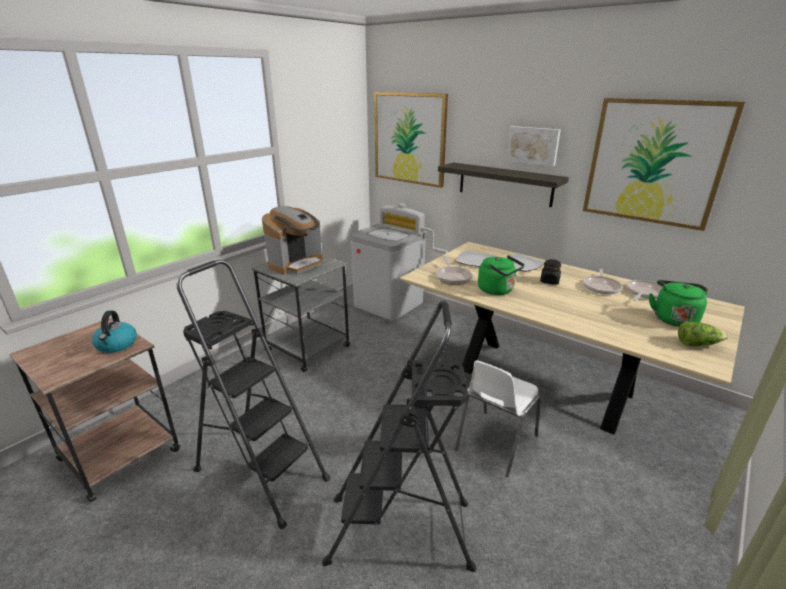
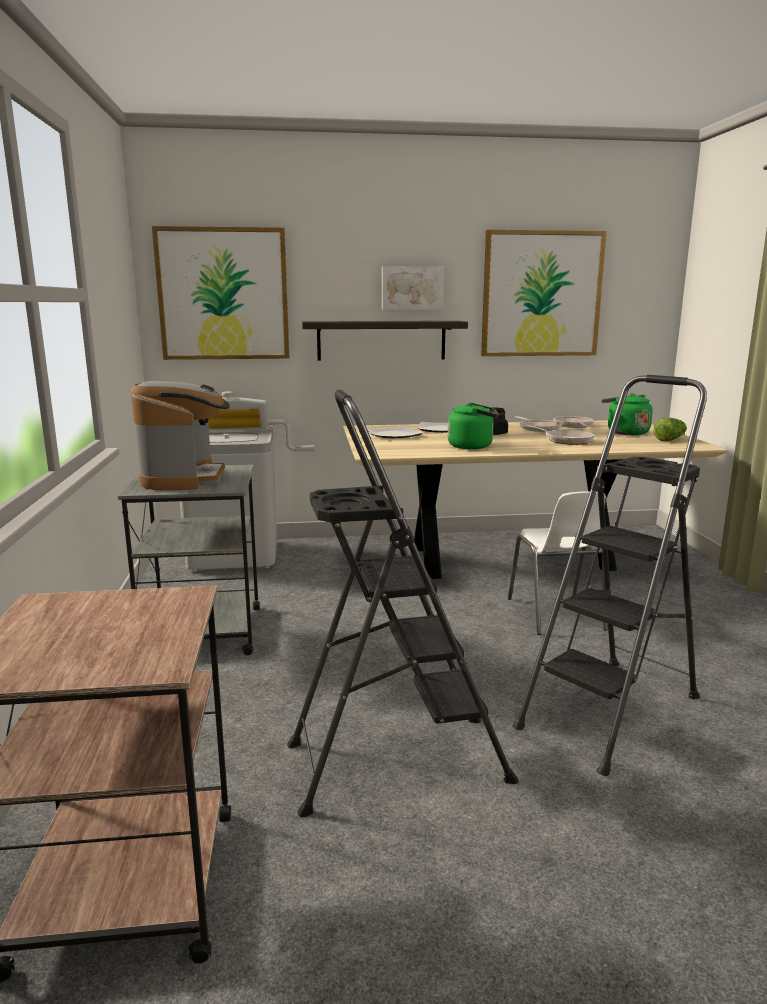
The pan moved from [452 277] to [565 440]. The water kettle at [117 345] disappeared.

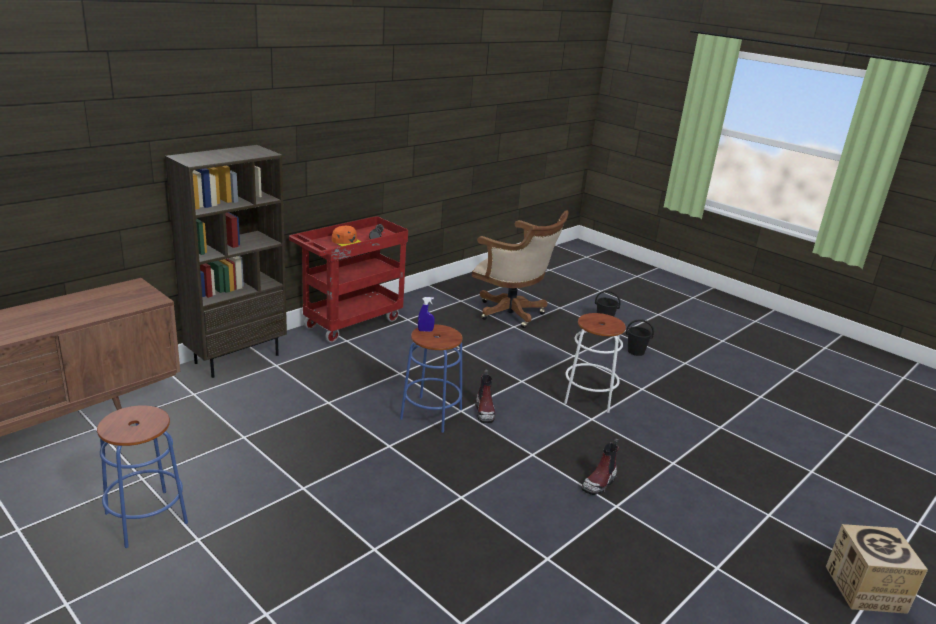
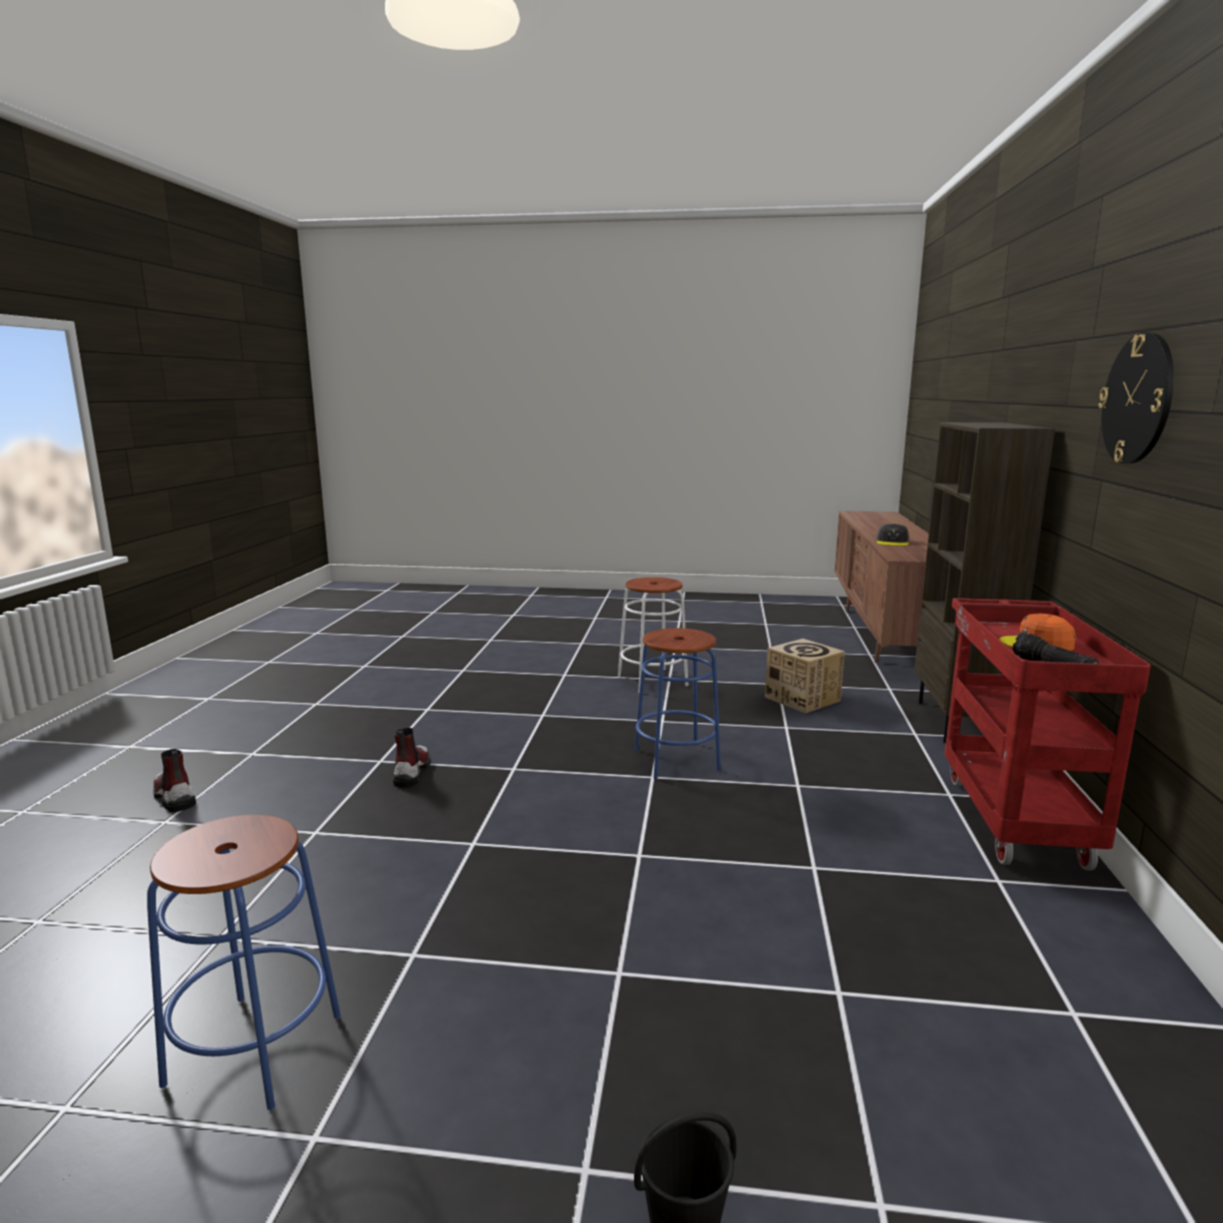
The sitting stool (bluish) moved from [146 518] to [254 1048]. The high-top boot moved from [485 412] to [173 797]. The sitting stool (white-coloured) moved from [588 397] to [652 680]. The packing box moved from [865 589] to [802 699]. The cap (grey) at [892 542] appeared. The clock on the wall at [1138 399] appeared. The hand sprayer (bluish) at [425 330] disappeared. The desk chair at [513 314] disappeared. The pail (black) at [636 351] disappeared.

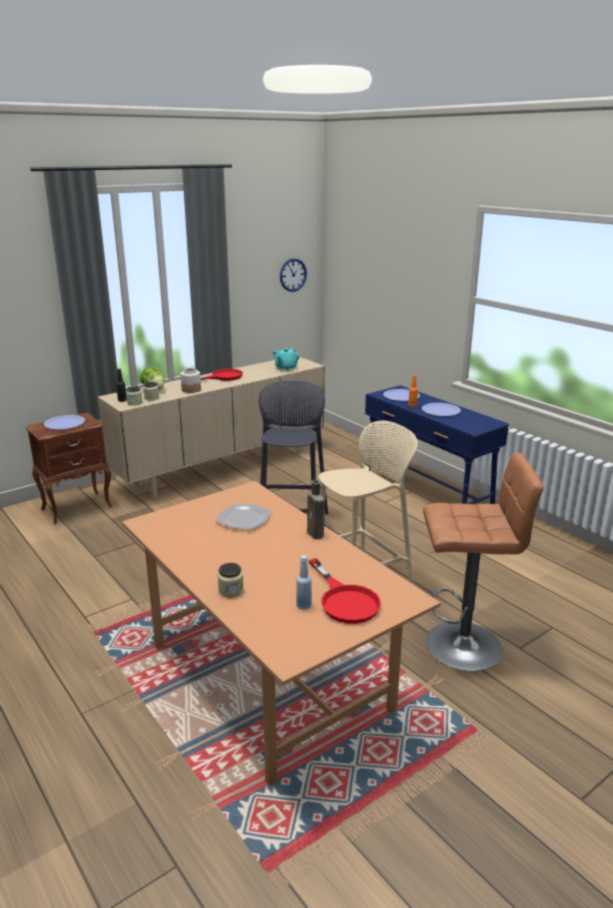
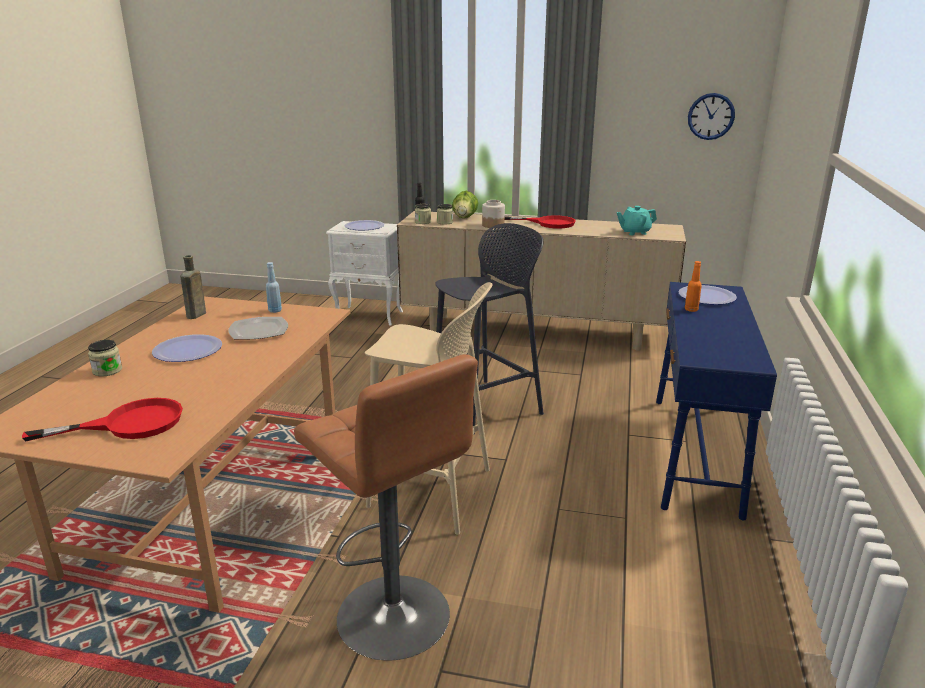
The pan (red-coloured) at [345 600] turned 135 degrees counterclockwise. The flat dish moved from [441 411] to [187 350]. The drink bottle (brownish) moved from [316 534] to [195 315]. The drink bottle (bluish) moved from [303 605] to [275 310]. The nightstand (brownish) at [77 508] became the nightstand (white-coloured) at [369 316].

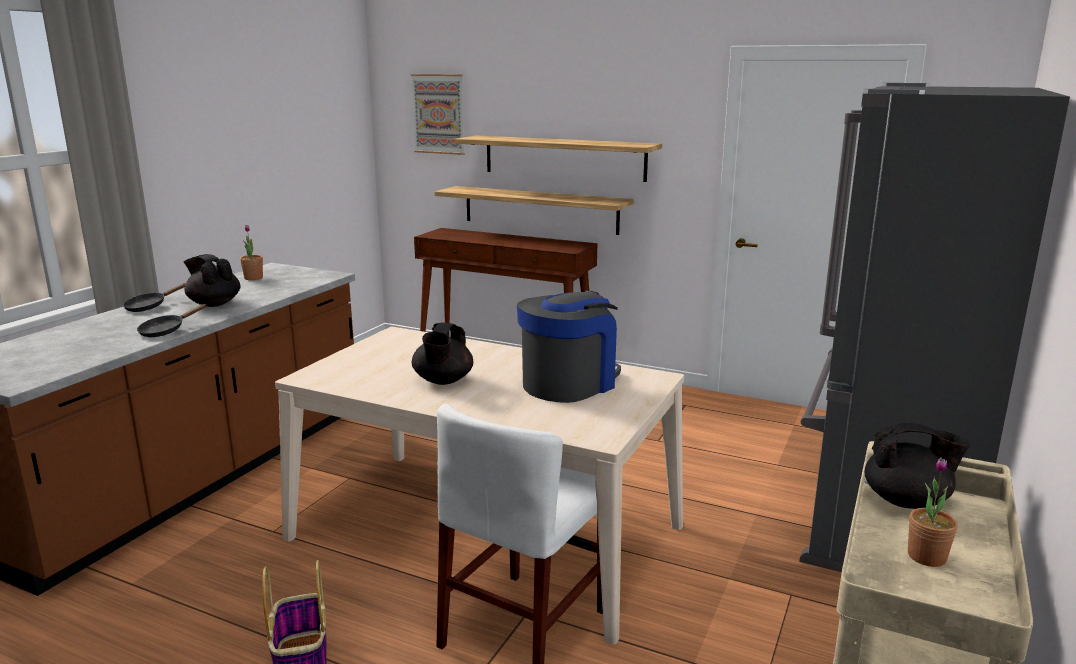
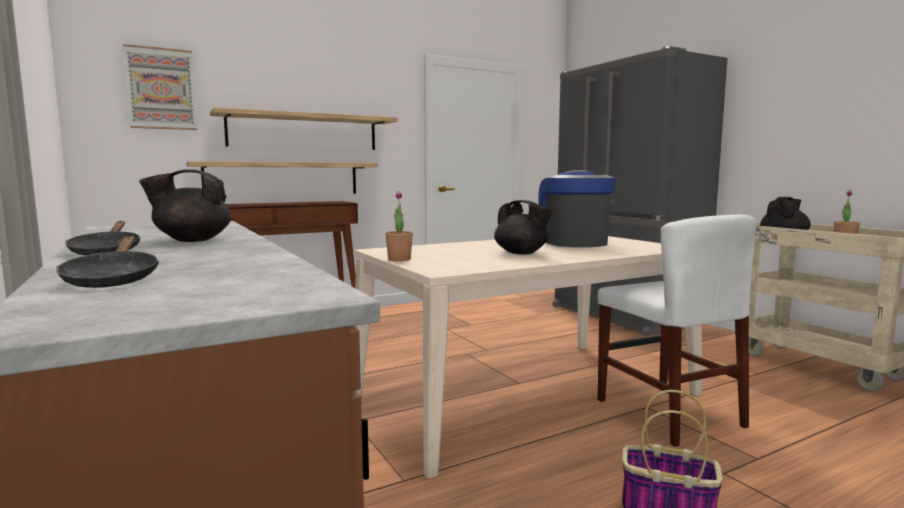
The pan (black) moved from [166 331] to [113 279]. The plant in a pot moved from [253 278] to [399 259].

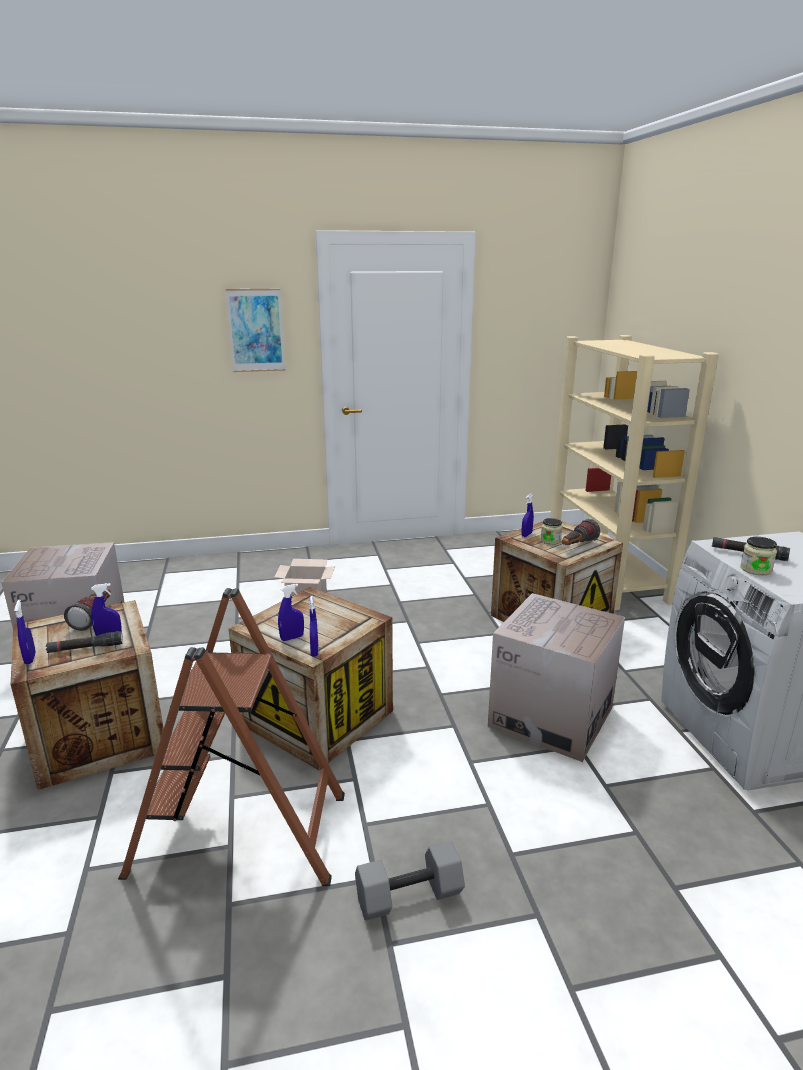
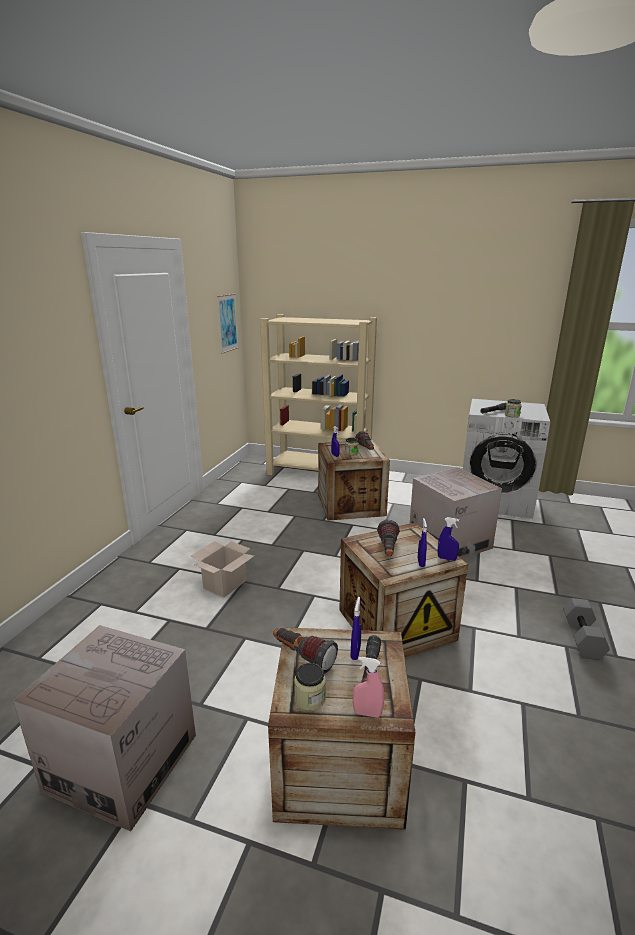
The wall art moved from [256 330] to [227 323]. The storage jar at [310 698] appeared. The hand sprayer (bluish) at [30 658] became the hand sprayer (pinkish) at [367 713]. The hand torch at [388 550] appeared. The step stool (brownish) at [242 833] disappeared.

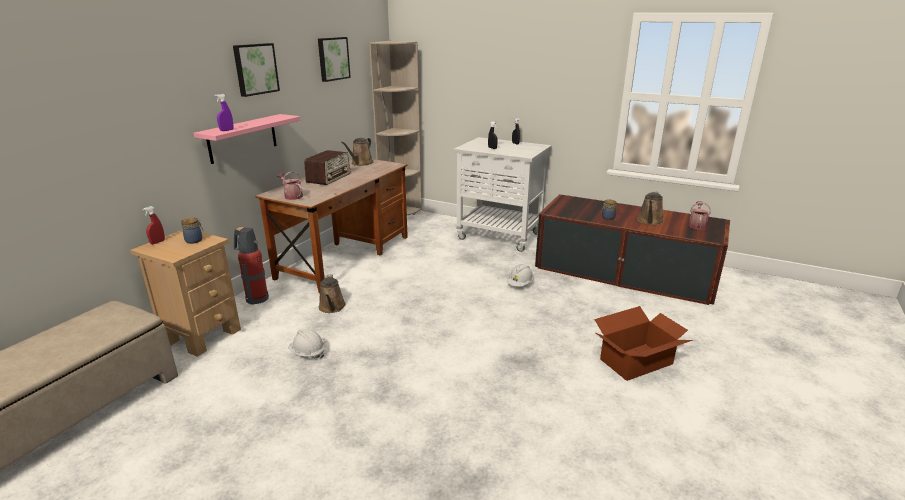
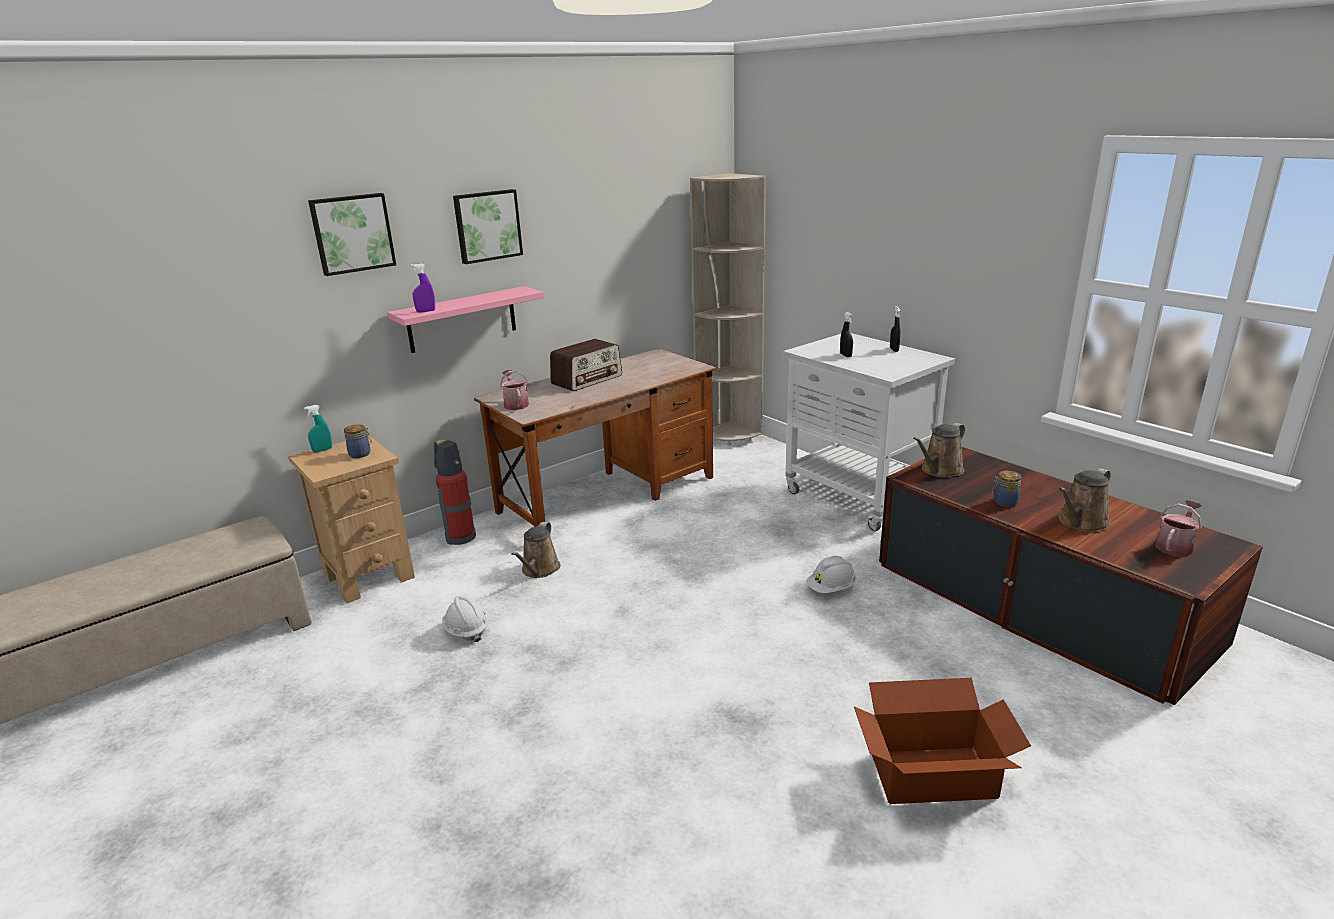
The hand sprayer (red-coloured) at [157 242] became the hand sprayer (turquoise-coloured) at [322 450]. The wall art moved from [332 58] to [352 233]. The watering can (brownish) moved from [361 163] to [940 470].

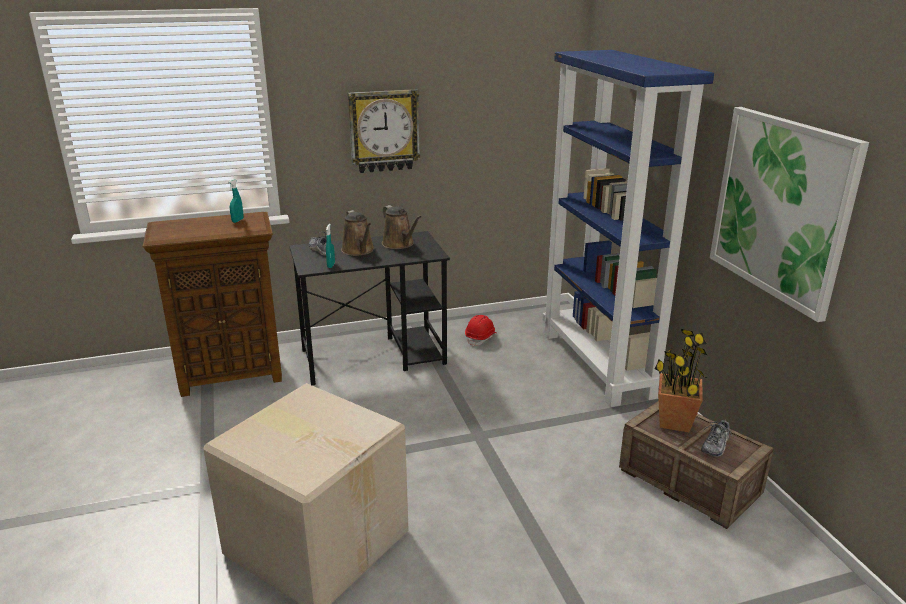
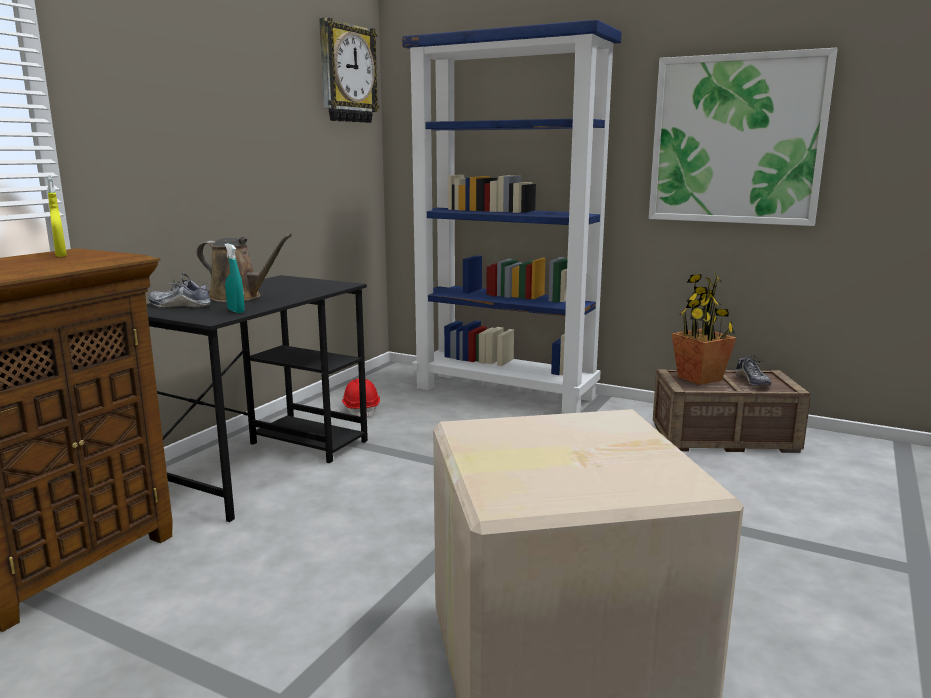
The hand sprayer (turquoise-coloured) at [237 220] became the hand sprayer (yellow-coloured) at [61 255]. The clock on the wall moved from [384 131] to [346 74]. The watering can (brownish) at [399 244] disappeared.

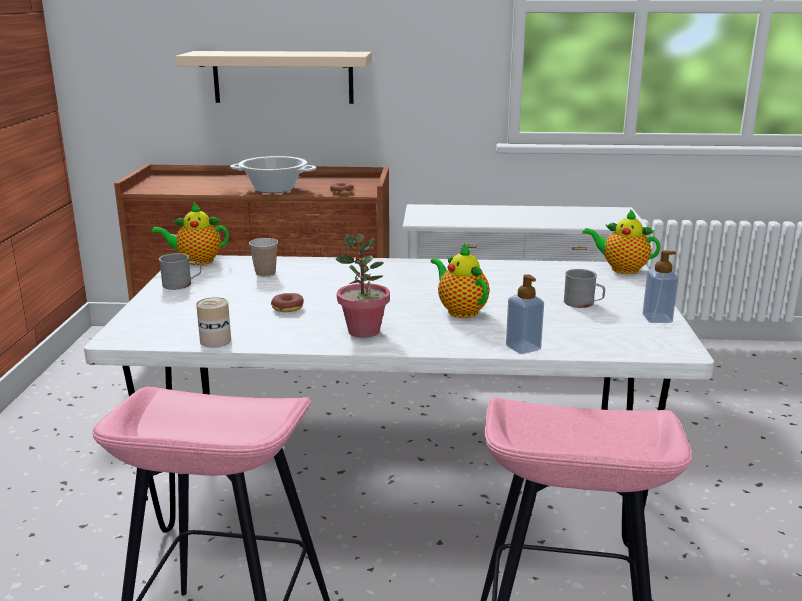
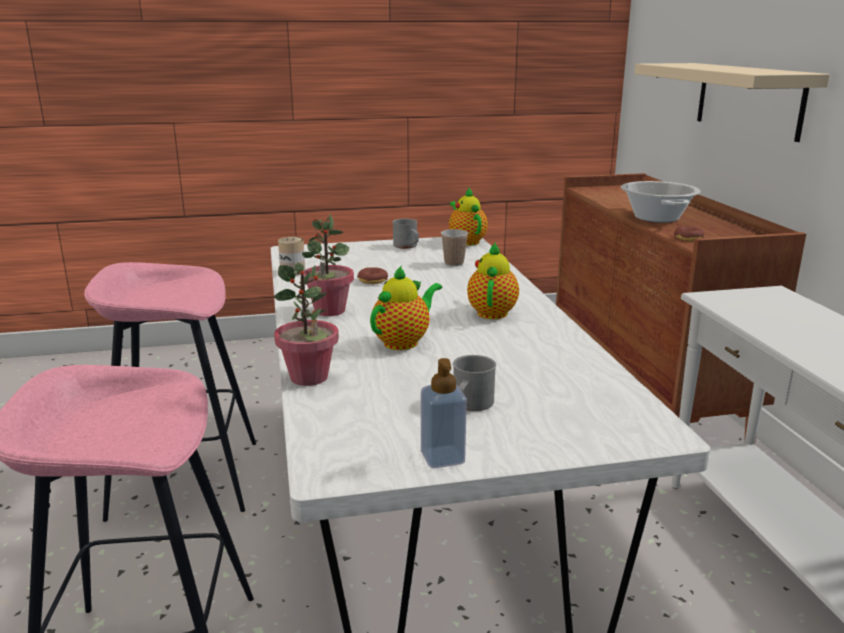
The soap dispenser at [523 348] was replaced by the plant in a pot at [309 377]. The tea pot moved from [621 269] to [492 312].

